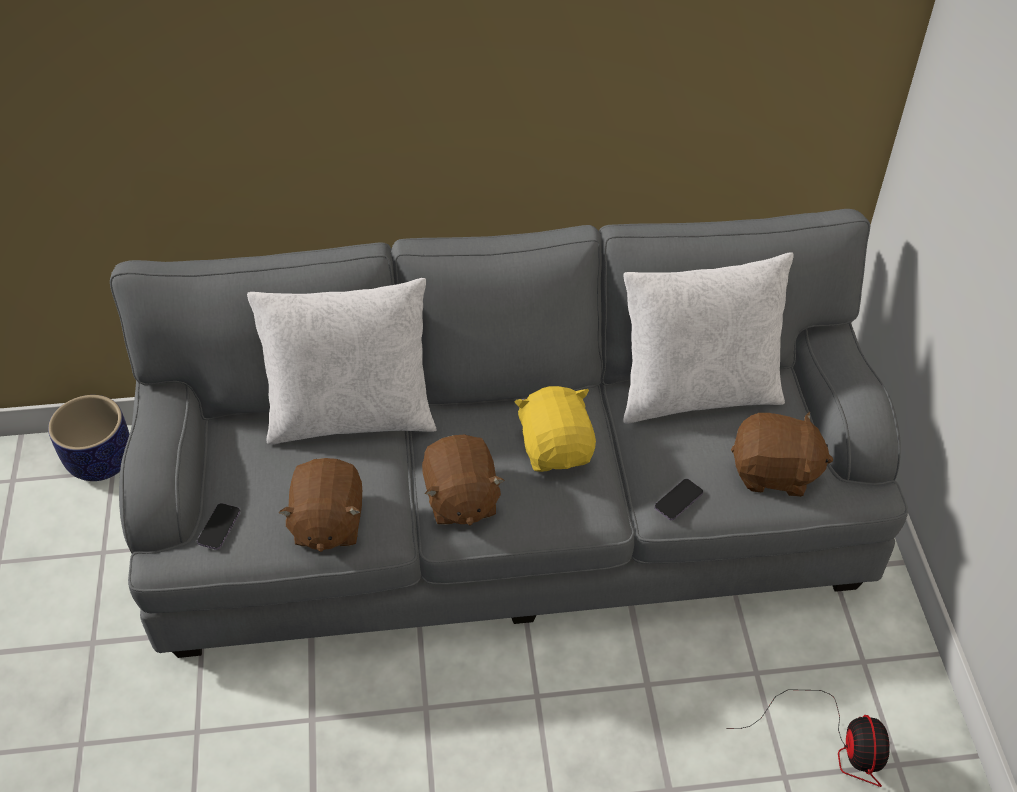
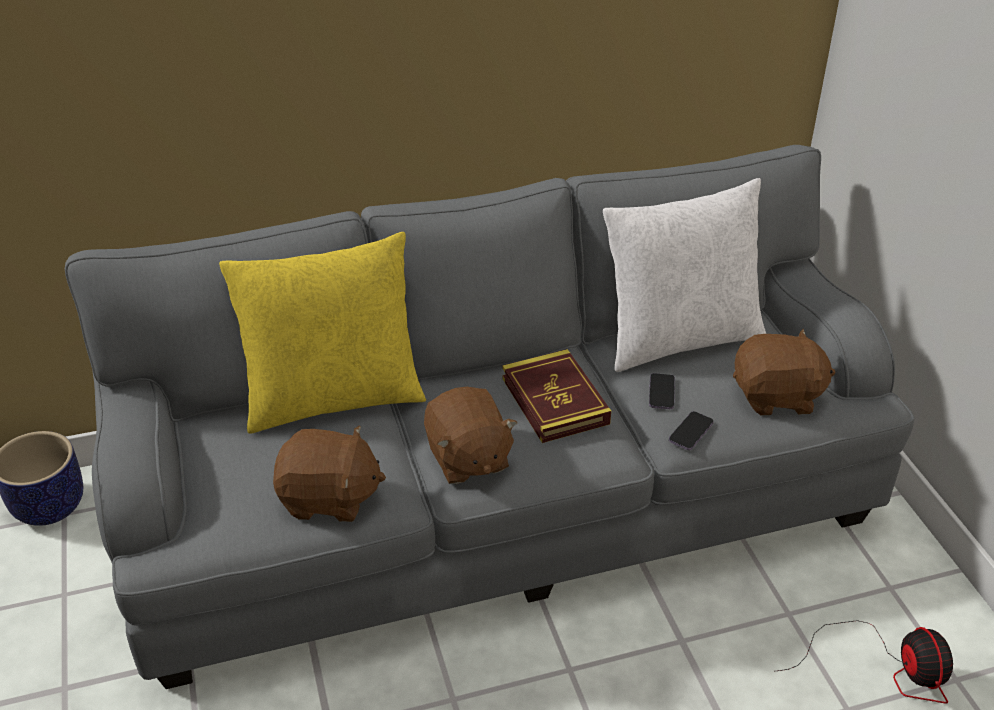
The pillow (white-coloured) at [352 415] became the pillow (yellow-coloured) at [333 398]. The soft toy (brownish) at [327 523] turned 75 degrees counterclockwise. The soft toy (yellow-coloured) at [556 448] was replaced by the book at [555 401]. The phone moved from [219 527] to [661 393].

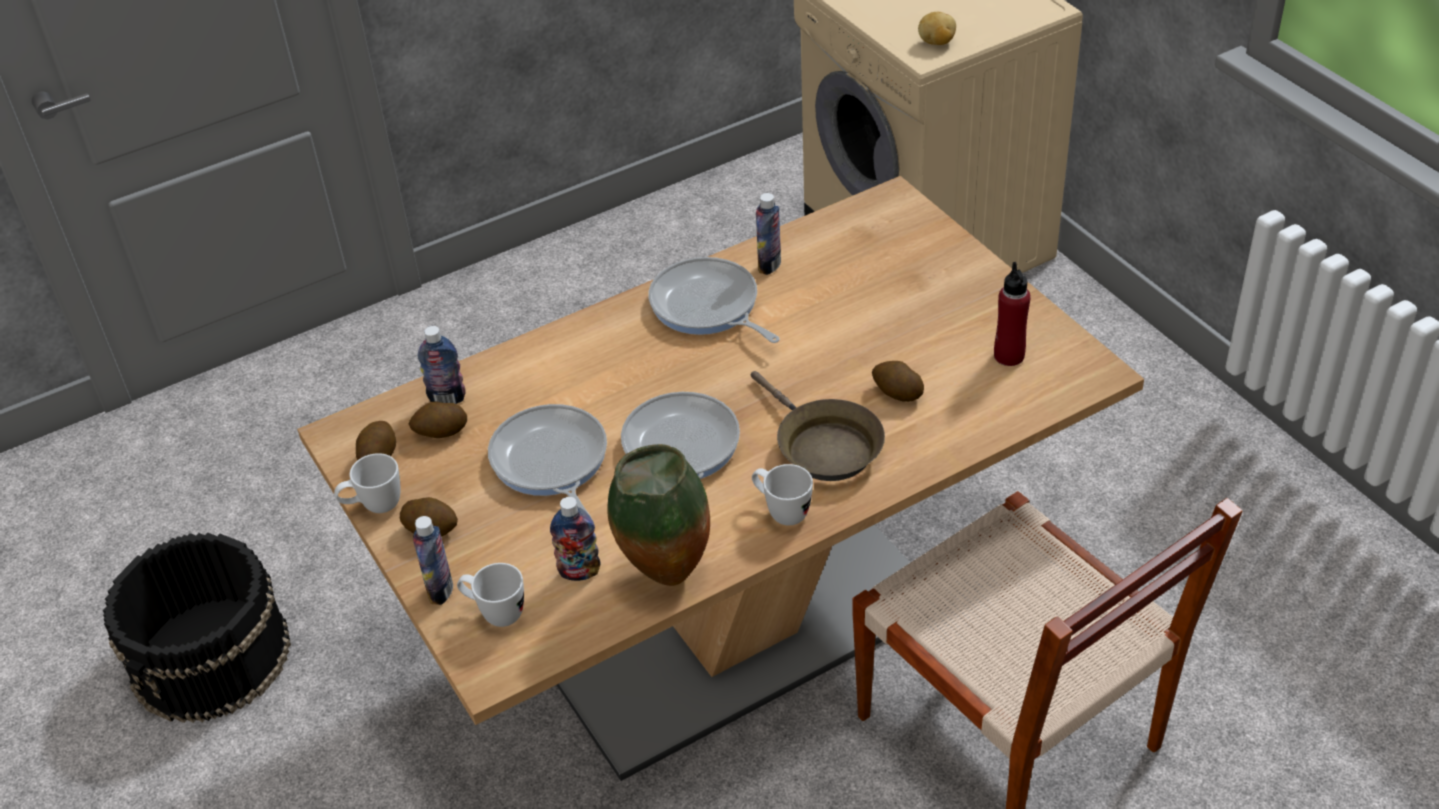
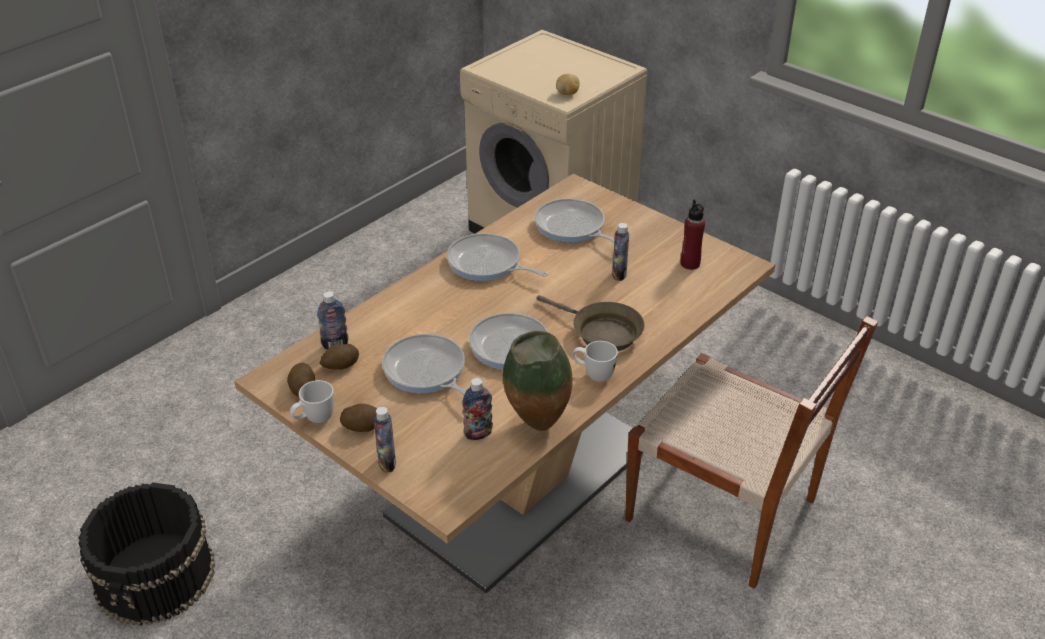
The pan at [572 227] appeared. The drink bottle moved from [769 265] to [619 274]. The coffee mug (white-coloured) at [495 613] disappeared. The potato at [897 393] disappeared.

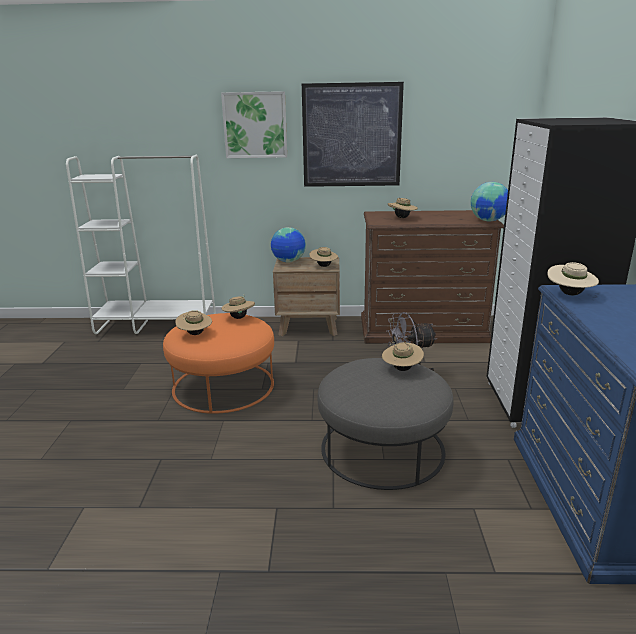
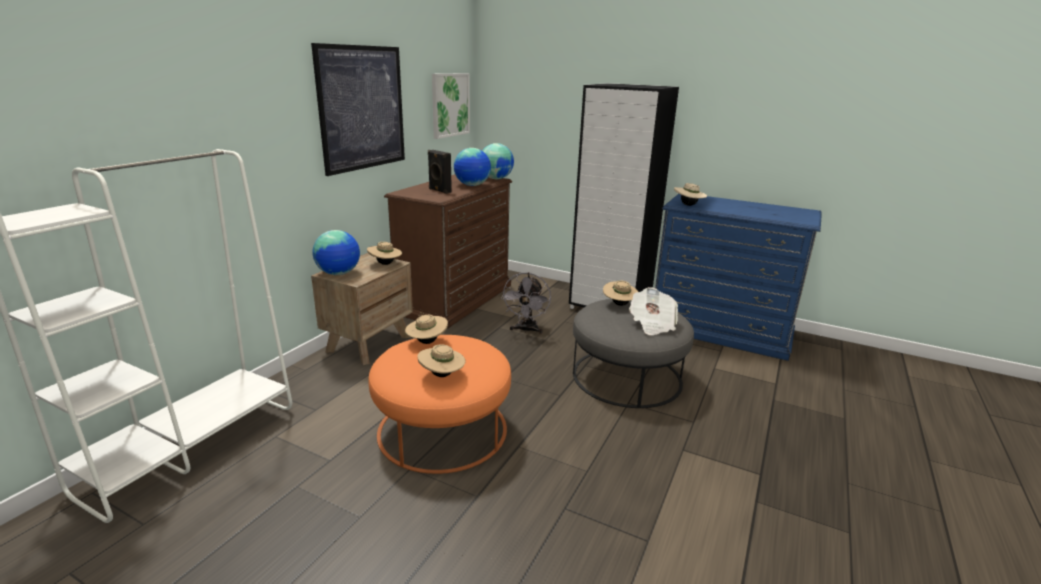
The clothing hat (beige-coloured) at [402 218] was replaced by the speaker (black) at [439 191]. The wall art moved from [255 125] to [450 105]. The world globe at [472 185] appeared. The newspaper at [652 324] appeared.

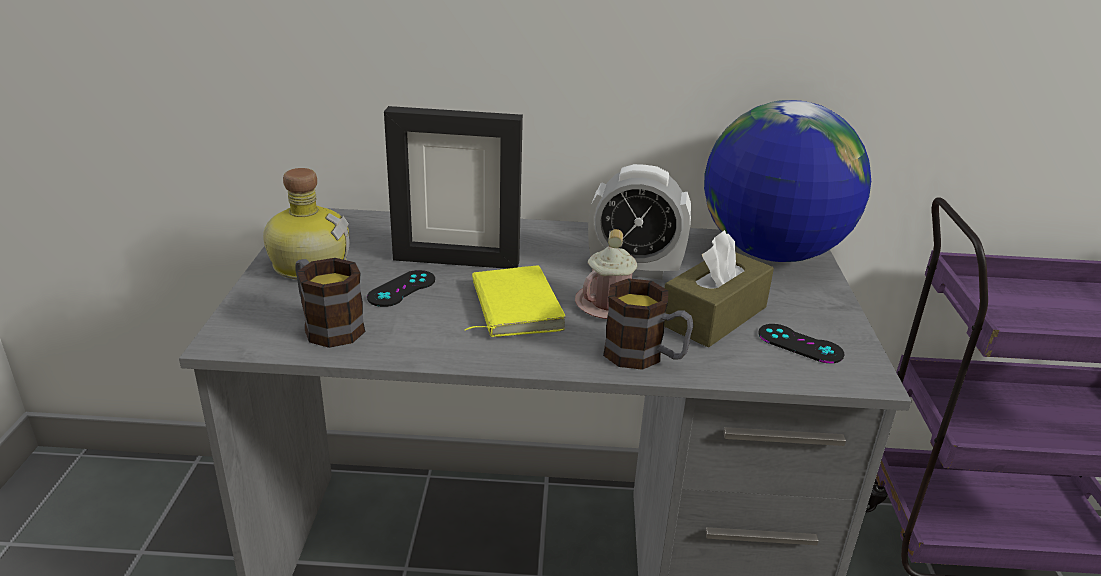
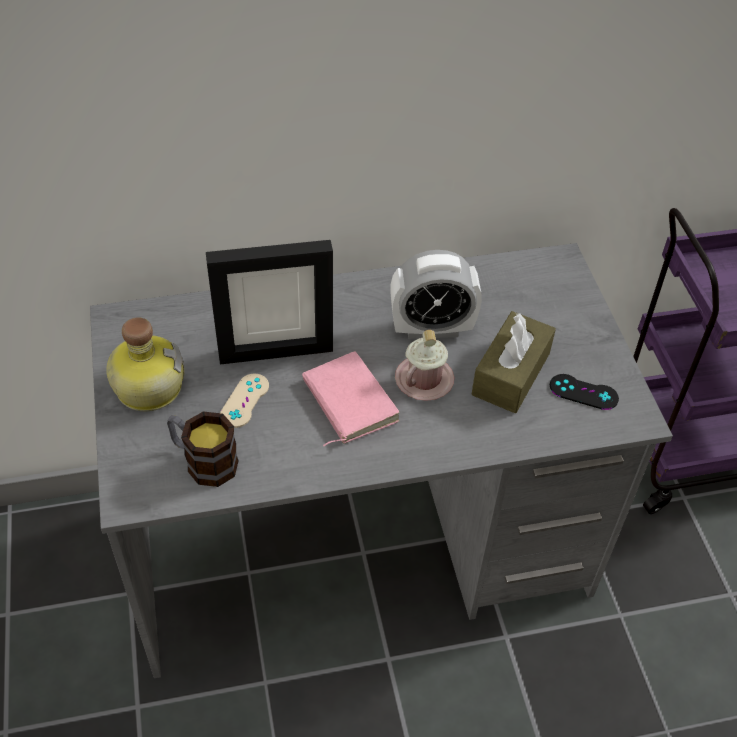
The joypad (black) at [401 289] became the joypad (beige-coloured) at [245 400]. The book (yellow-coloured) at [512 307] became the book (pinkish) at [346 402]. The coffee mug at [644 356] disappeared. The world globe at [770 253] disappeared.

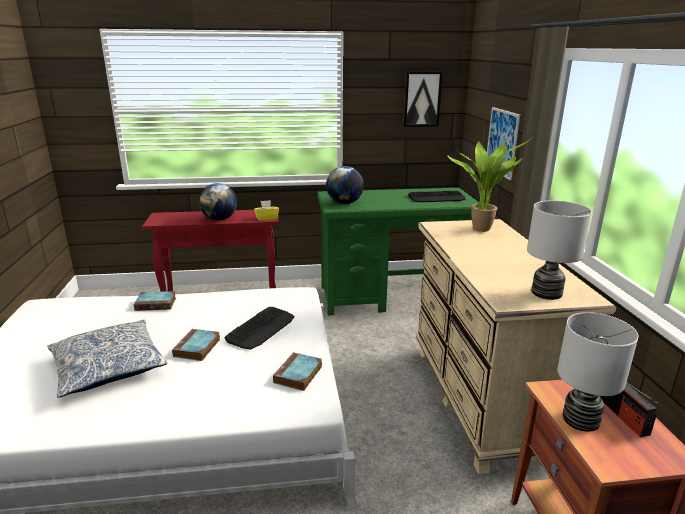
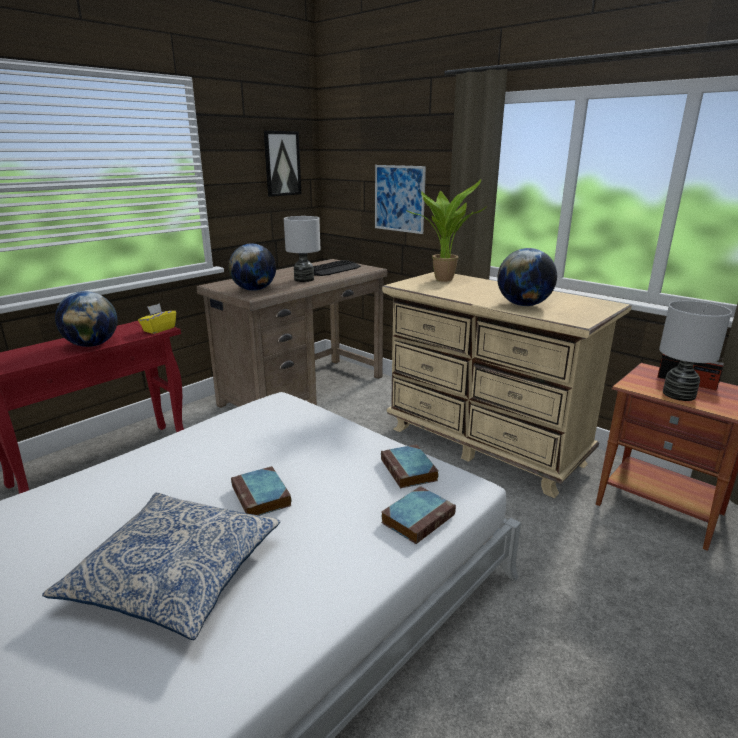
The desk table (greenish) at [393 296] became the desk table (brownish) at [303 390]. The lamp for a table (grey) moved from [546 293] to [304 279]. The book moved from [157 304] to [418 518]. The world globe at [523 305] appeared. The PC keyboard at [261 328] disappeared.

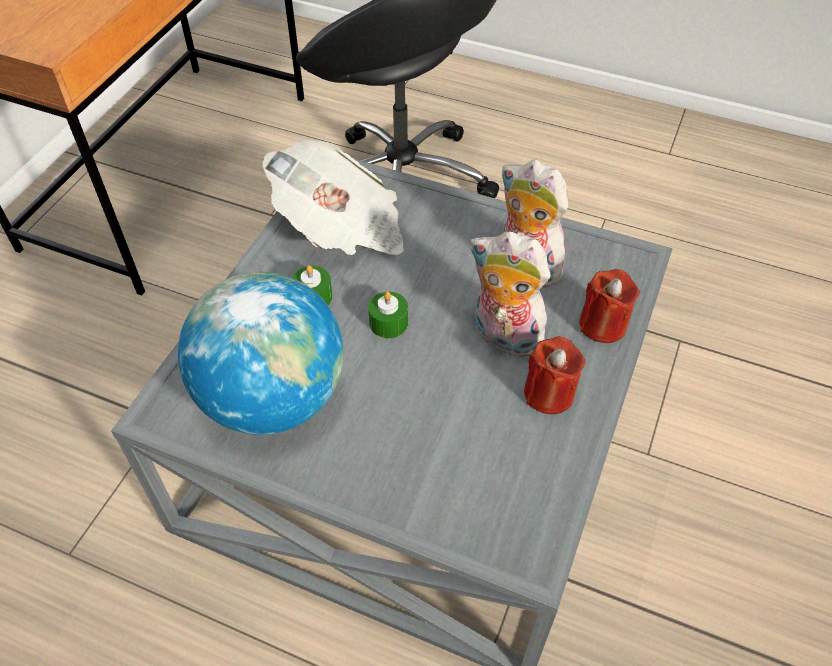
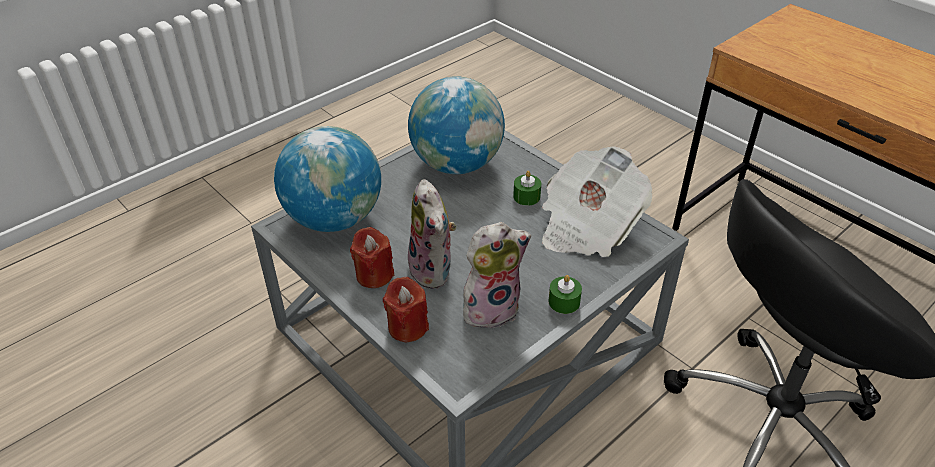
The world globe at [334 219] appeared. The soft toy at [503 337] turned 105 degrees clockwise. The wax candle (greenish) moved from [388 323] to [564 302].

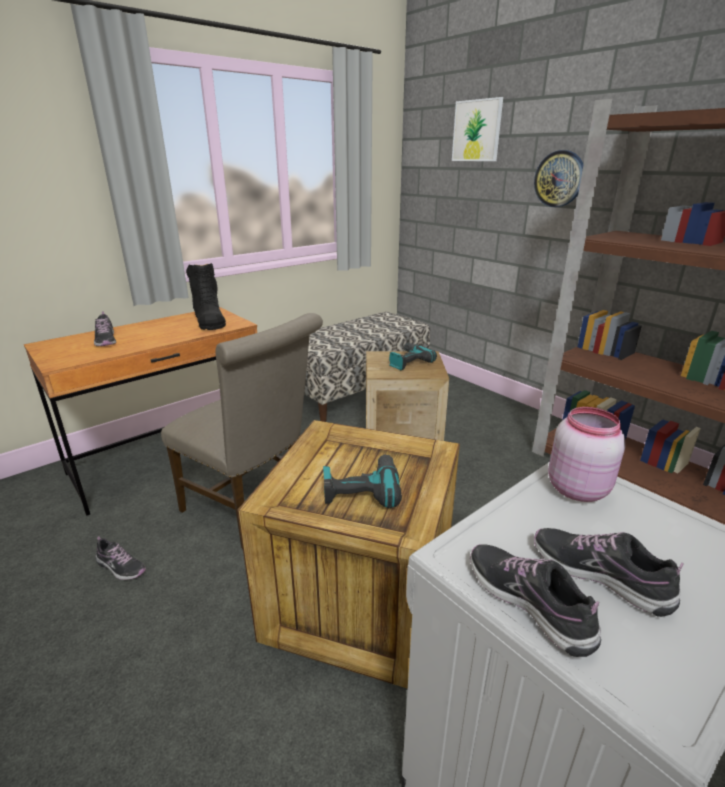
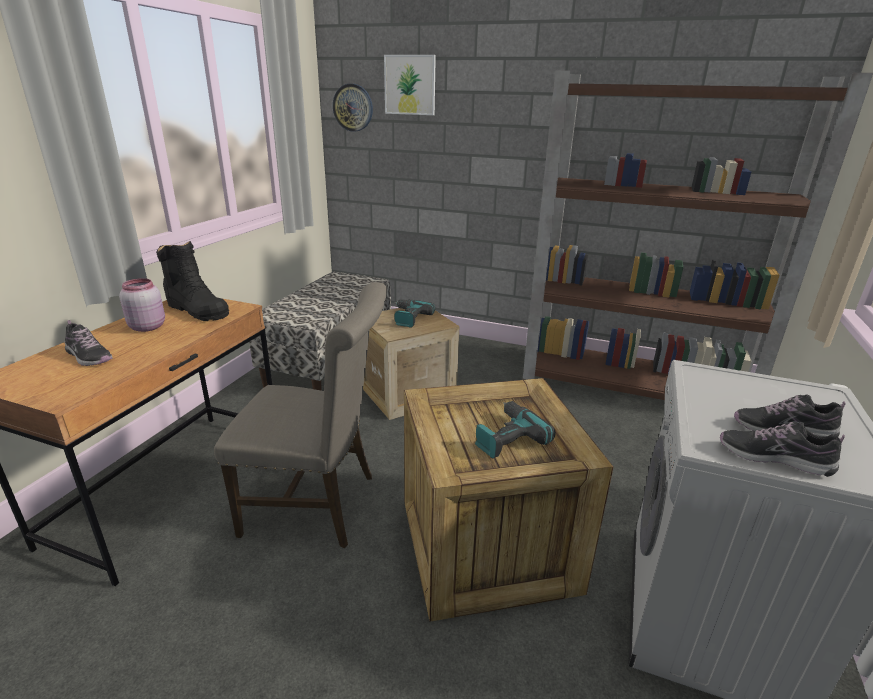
The storage jar (pinkish) moved from [576 488] to [147 327]. The clock on the wall moved from [559 179] to [353 107]. The shoe at [121 567] disappeared.

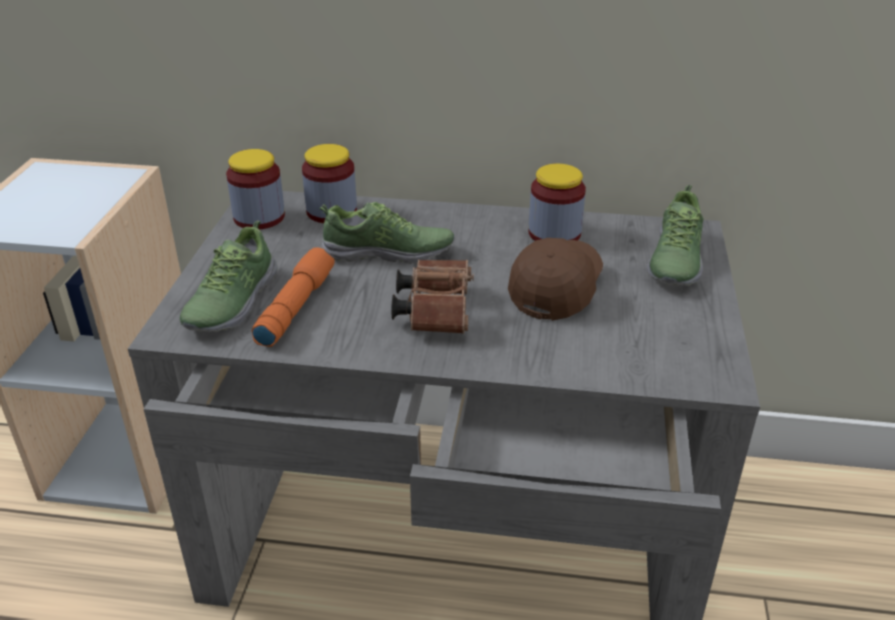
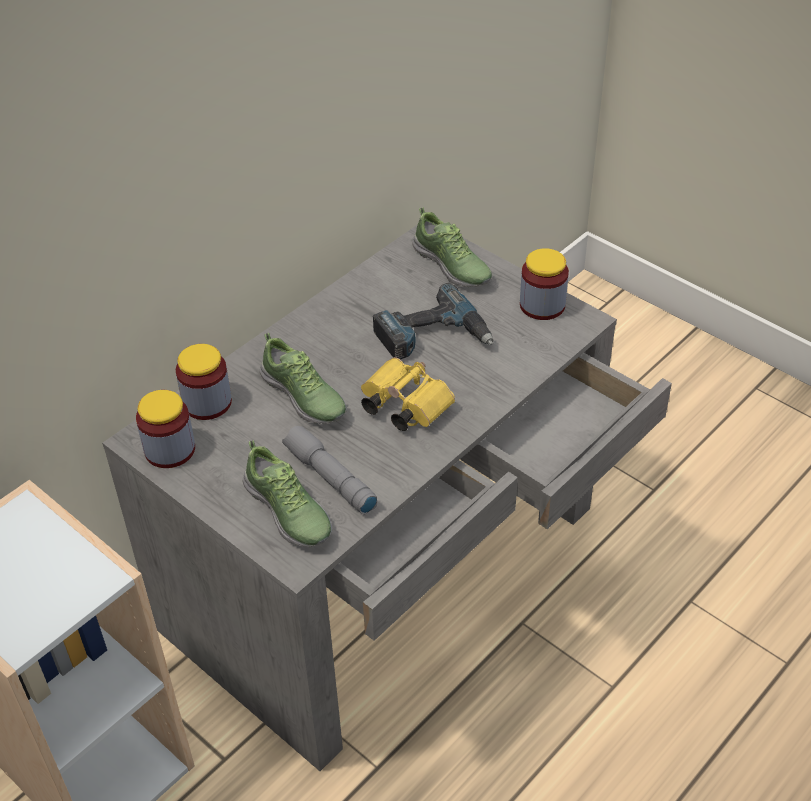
The shoe at [388 253] turned 105 degrees clockwise. The hand torch (orangey) at [294 307] became the hand torch (grey) at [329 478]. The pair of binoculars (brownish) at [436 310] became the pair of binoculars (yellow-coloured) at [402 406]. The cap (brownish) at [556 289] was replaced by the drill at [433 336]. The storage jar moved from [554 233] to [542 305].

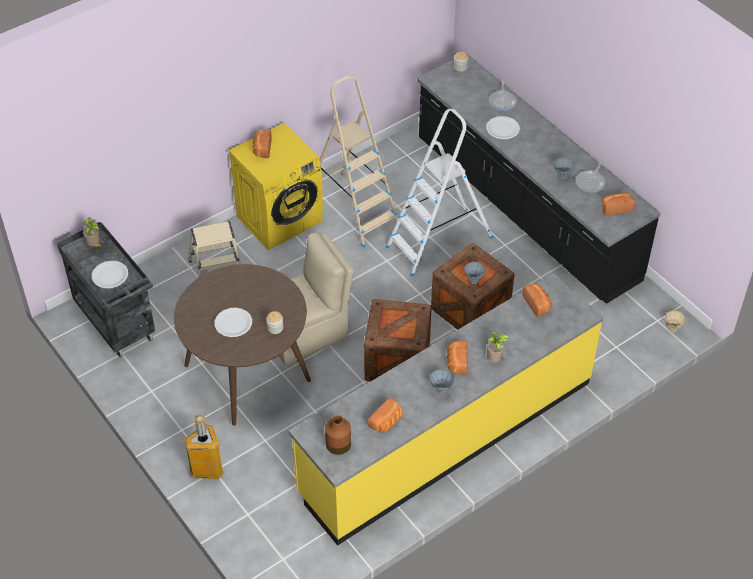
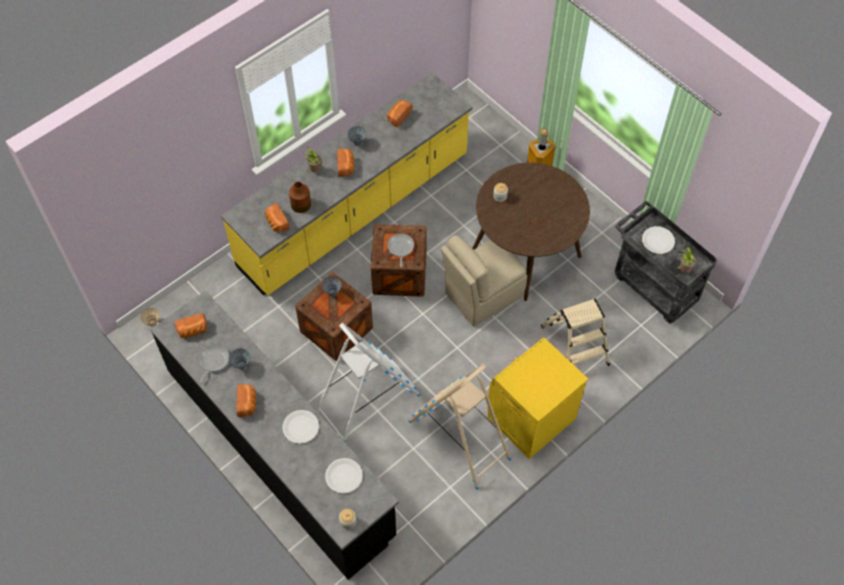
The bakery bread moved from [262 149] to [247 404]. The decorative vase (brownish) moved from [338 444] to [300 204]. The flat dish (white-coloured) moved from [233 323] to [343 476]. The pan moved from [502 101] to [400 248].

